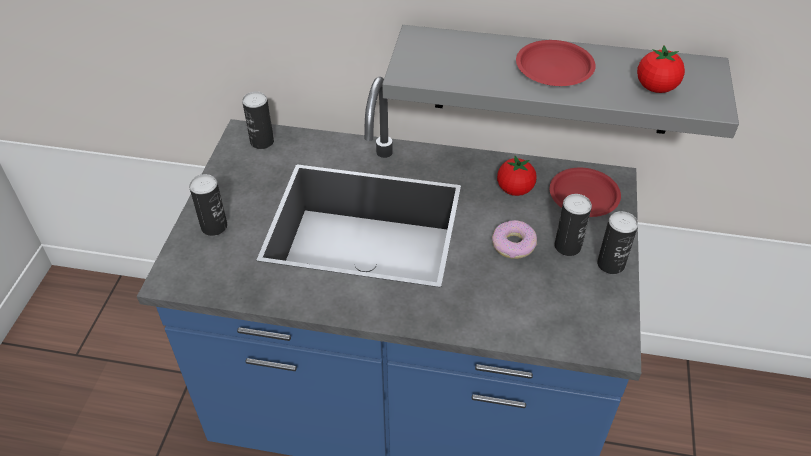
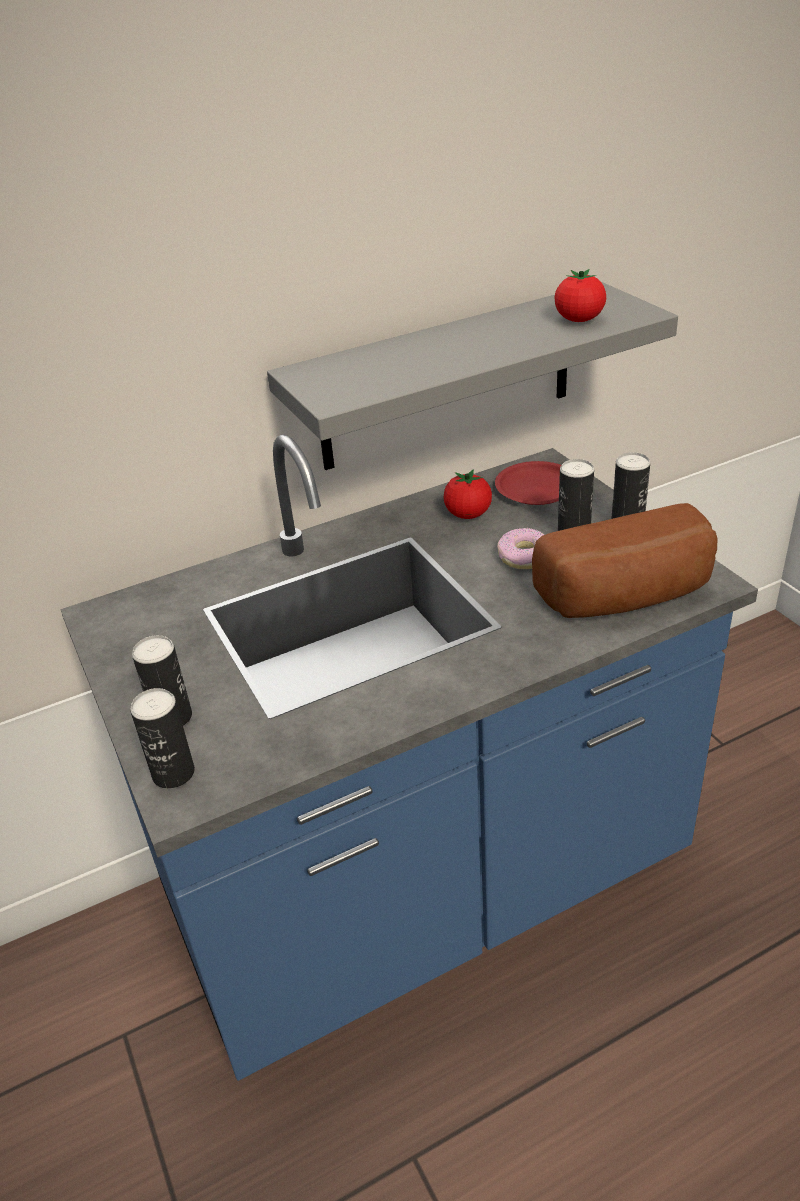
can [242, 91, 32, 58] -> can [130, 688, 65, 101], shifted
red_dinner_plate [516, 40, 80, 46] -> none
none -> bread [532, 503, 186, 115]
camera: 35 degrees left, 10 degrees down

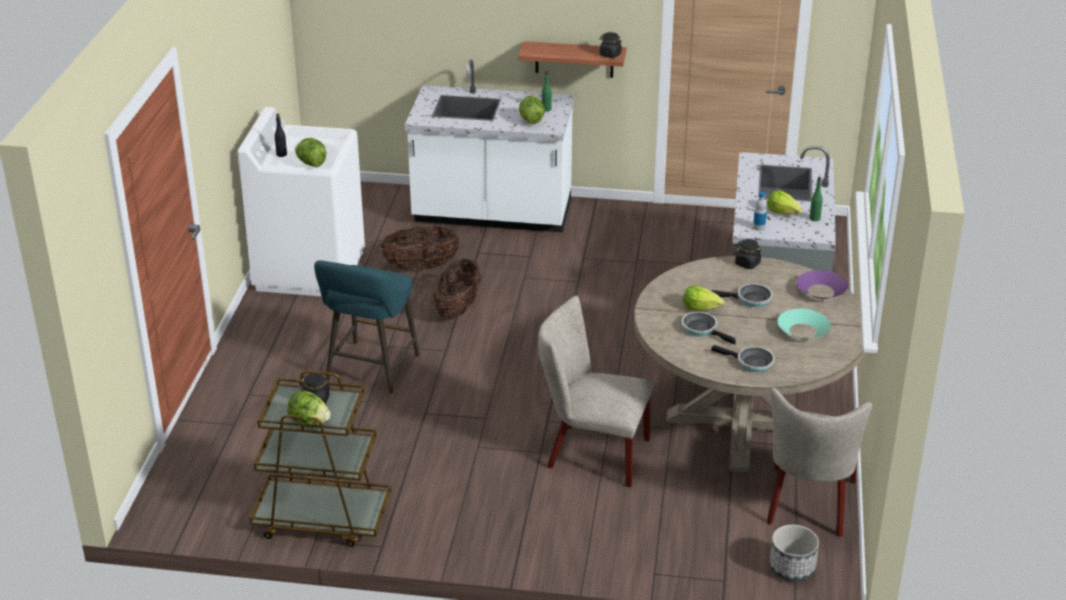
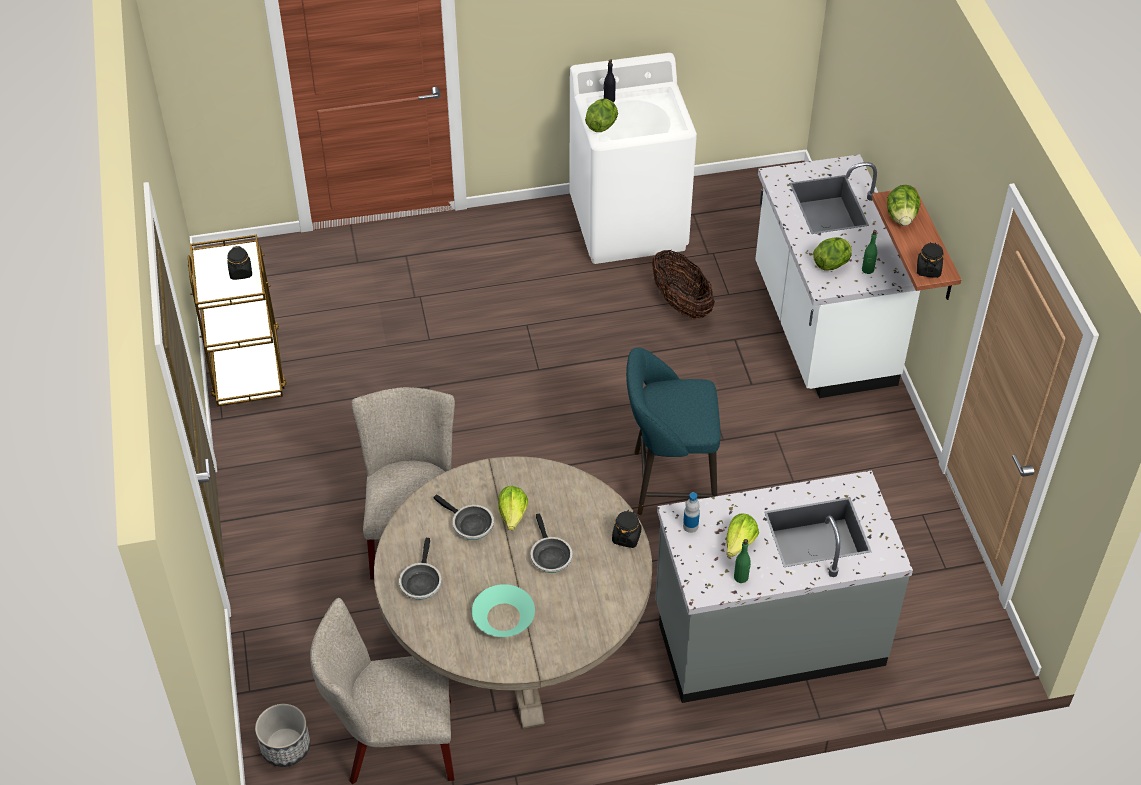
lettuce [287, 391, 44, 34] -> lettuce [887, 185, 34, 41], shifted
turquoise_sitting_stool [314, 260, 105, 134] -> turquoise_sitting_stool [626, 348, 95, 167], shifted
storage_basket [433, 258, 48, 60] -> none
pan [681, 312, 55, 33] -> pan [434, 494, 60, 46], 105 degrees clockwise
purple_bowl [797, 270, 51, 29] -> none
camera: 70 degrees right, 15 degrees up

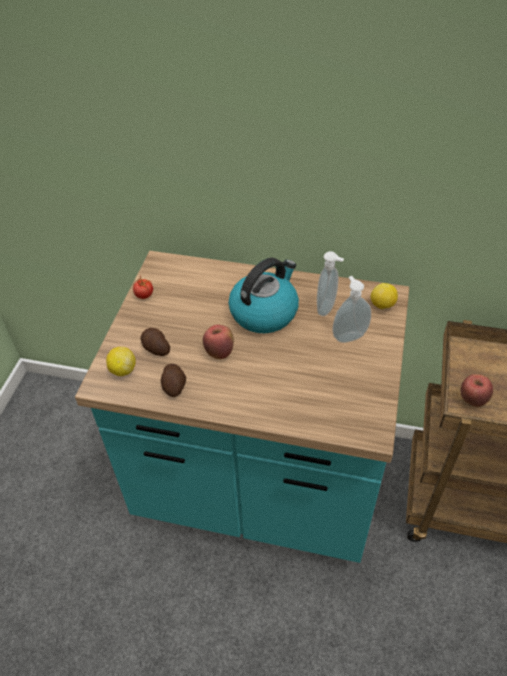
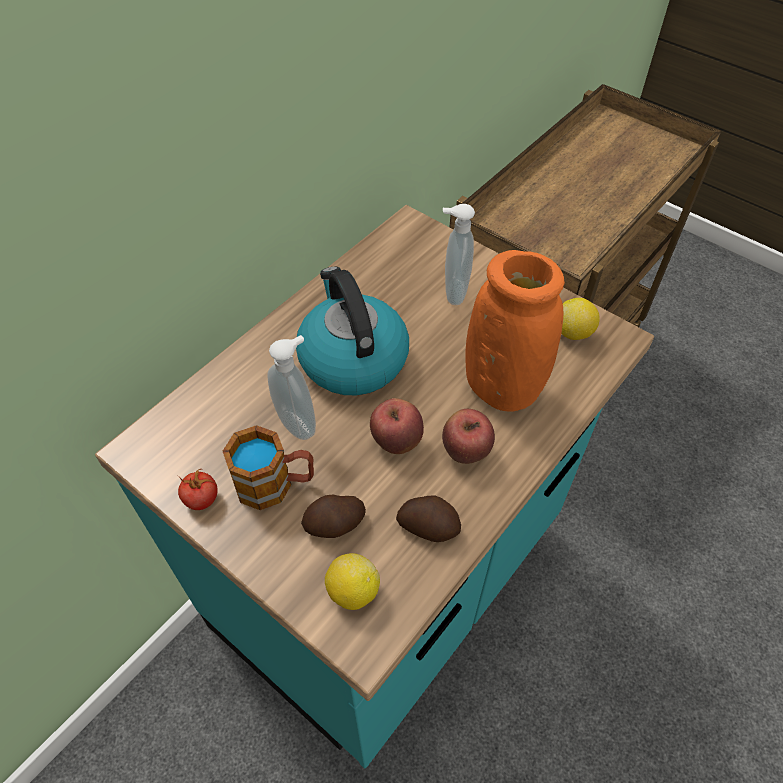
soap_bottle [317, 251, 27, 65] -> soap_bottle [267, 335, 49, 105], shifted
whole_lemon [371, 283, 27, 26] -> whole_lemon [561, 298, 39, 42], shifted
apple_fruit [460, 374, 33, 33] -> apple_fruit [442, 409, 53, 55], shifted
none -> mug [223, 425, 91, 85]
none -> orangey_vase [465, 250, 100, 162]
camera: 65 degrees left, 5 degrees up

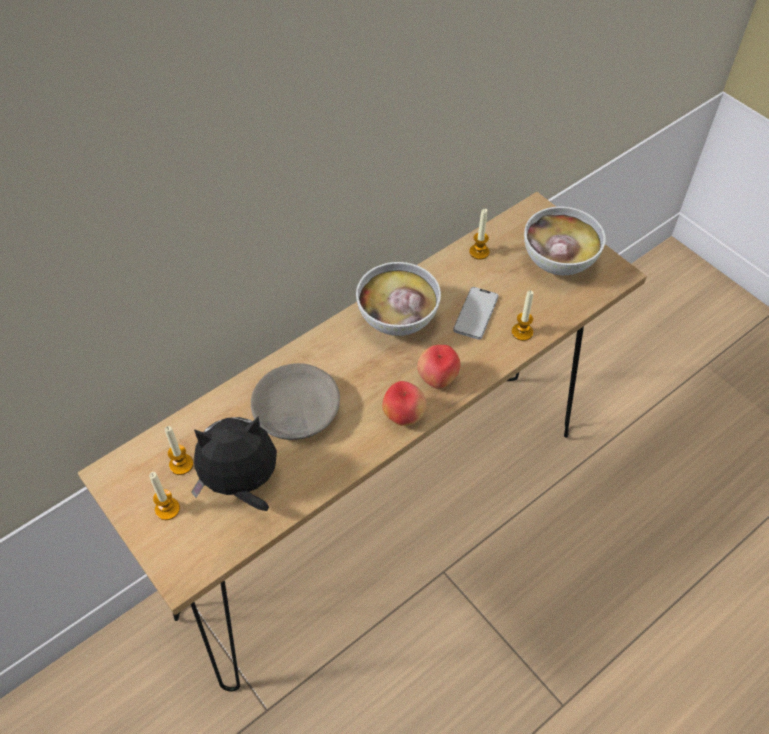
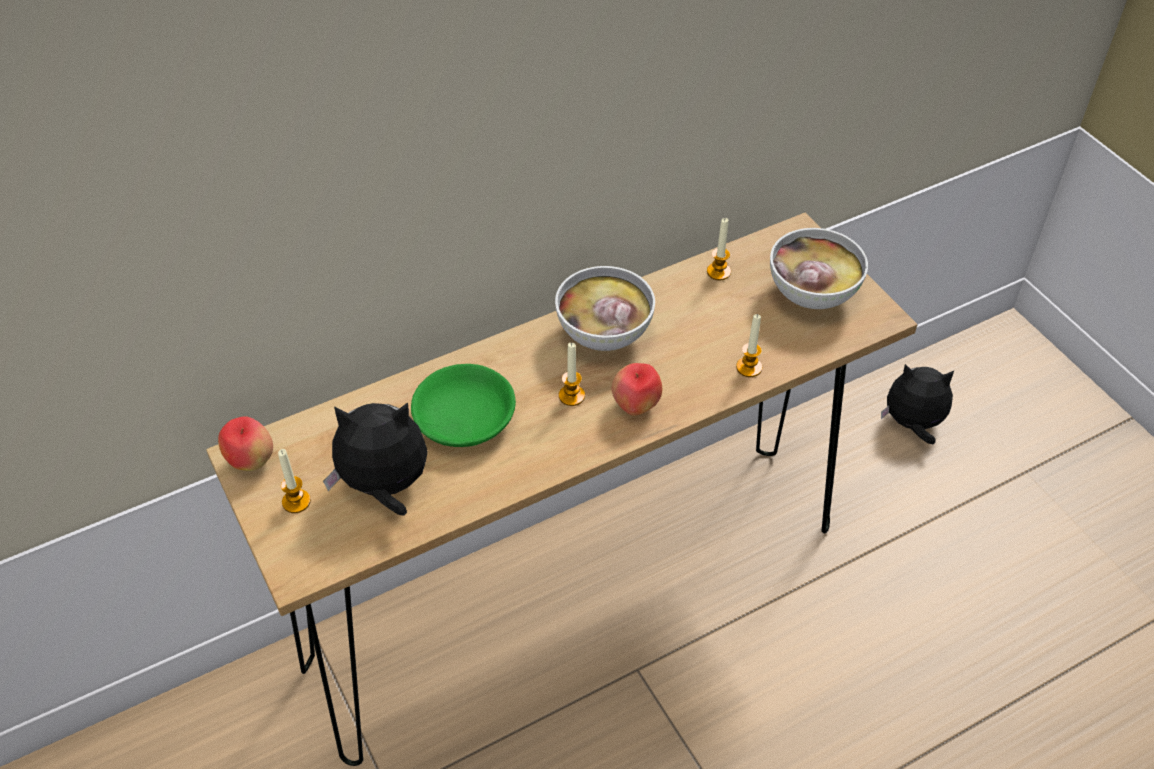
wax_candle [165, 426, 28, 49] -> wax_candle [559, 343, 26, 63], shifted
gray_bowl [251, 363, 89, 77] -> green-coloured_bowl [411, 364, 105, 83]
apple_fruit [382, 381, 45, 45] -> apple_fruit [218, 416, 55, 55], shifted
phone [453, 287, 46, 53] -> none
none -> soft_toy [881, 364, 73, 80]
camera: 10 degrees right, 5 degrees down

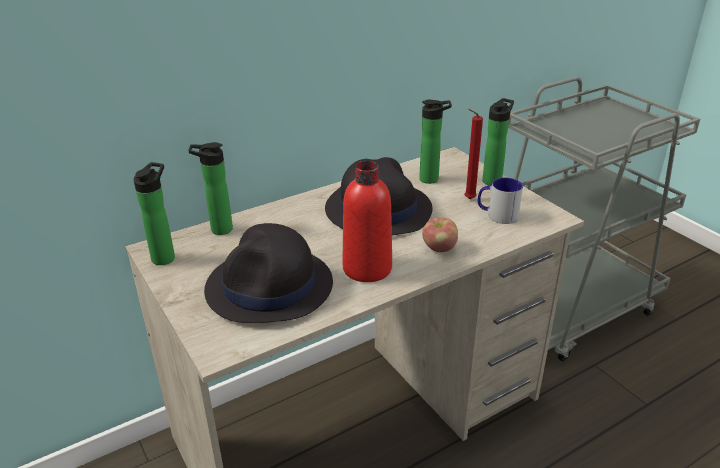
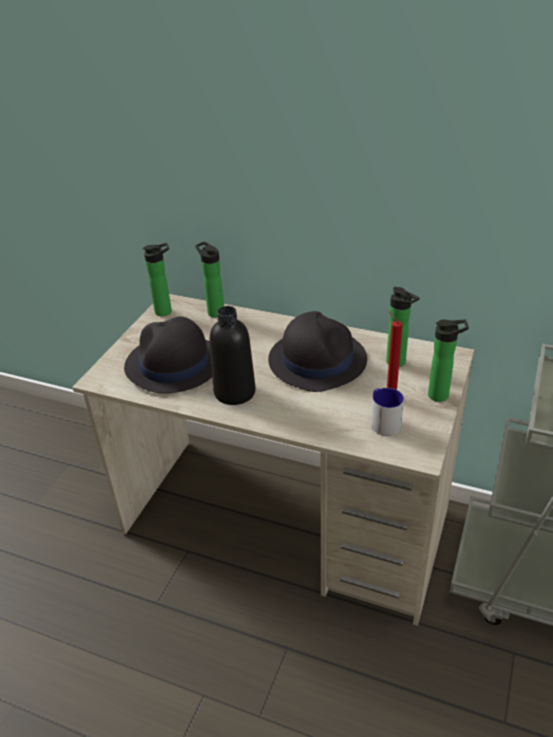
red_bottle [343, 161, 49, 121] -> black-coloured_bottle [210, 306, 46, 99]
apple_fruit [422, 217, 36, 35] -> none
camera: 55 degrees right, 5 degrees up

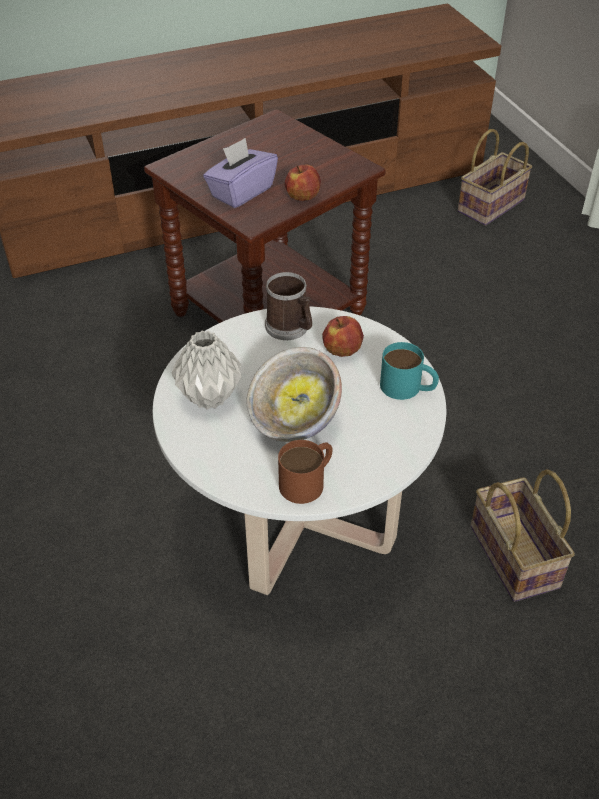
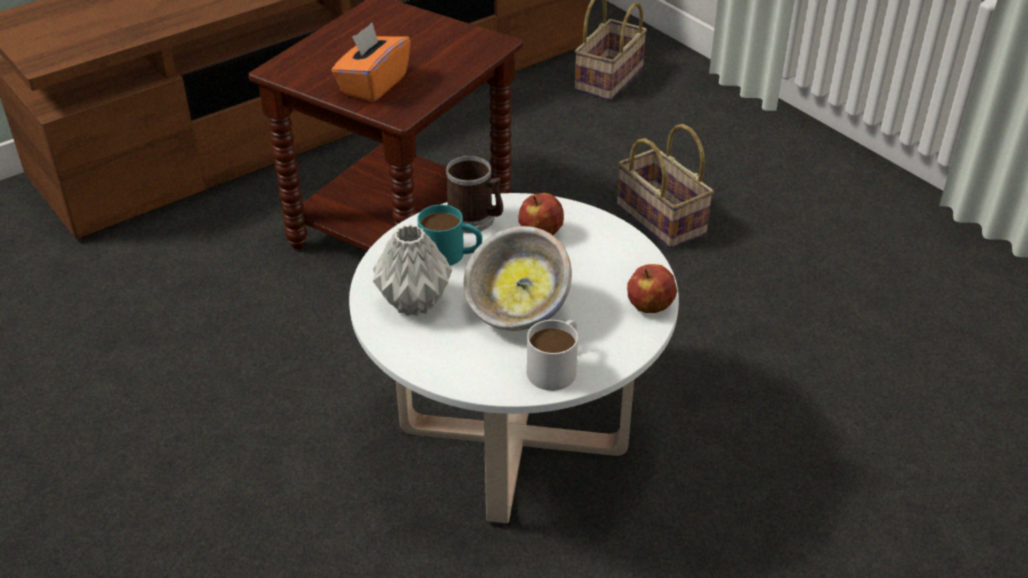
purple_tissue_box [203, 138, 75, 70] -> orangey_tissue_box [332, 23, 79, 79]
brown-coloured_mug [278, 440, 54, 64] -> white-coloured_mug [527, 320, 51, 71]
apple_fruit [285, 165, 36, 36] -> apple_fruit [627, 264, 50, 49], shifted
turquoise_mug [380, 342, 59, 58] -> turquoise_mug [417, 205, 65, 61], shifted
storage_basket [471, 469, 104, 133] -> storage_basket [617, 124, 97, 125], shifted
camera: 15 degrees left, 5 degrees down

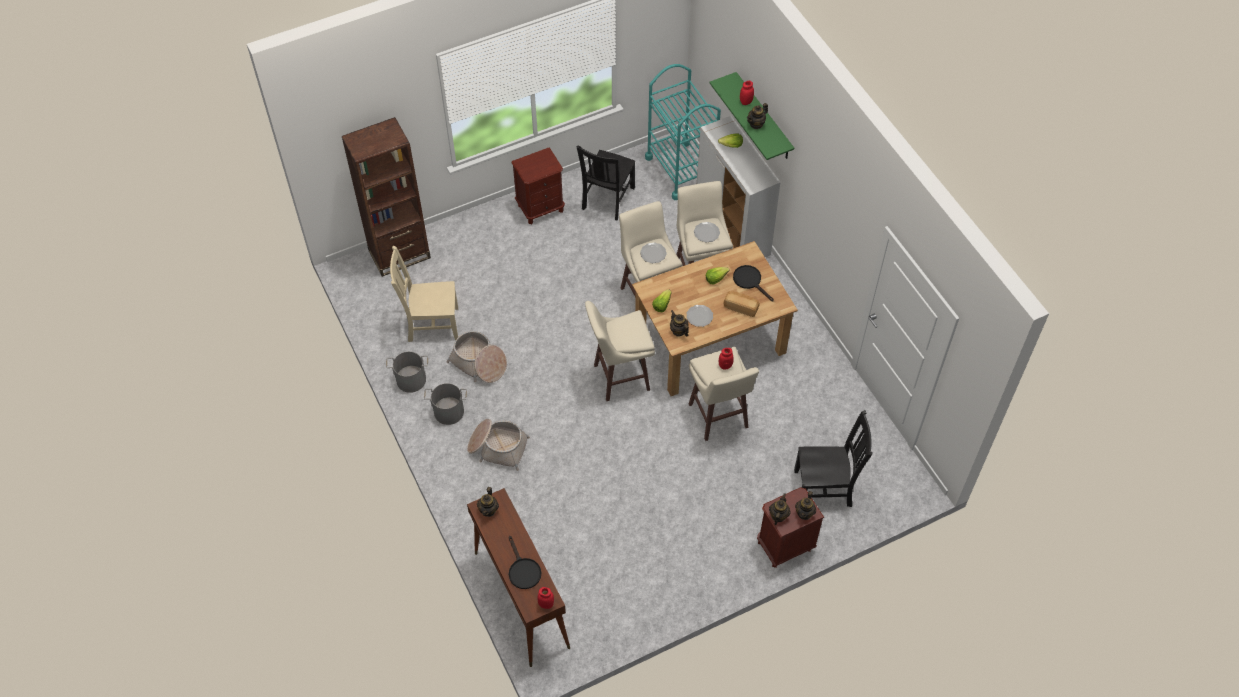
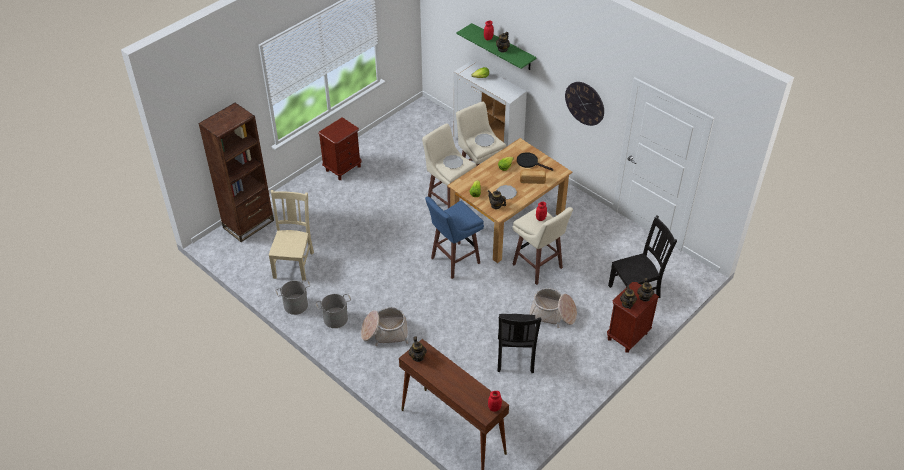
beige_plain_chair [390, 246, 68, 96] -> beige_plain_chair [269, 190, 45, 91], 120 degrees clockwise
storage_basket [447, 331, 60, 52] -> storage_basket [530, 288, 47, 40], shifted
black-coloured_pan [509, 536, 32, 53] -> none
black-coloured_plain_chair [576, 145, 59, 75] -> black-coloured_plain_chair [497, 314, 44, 59], shifted
beige_sitting_stool [585, 301, 70, 100] -> bluish_sitting_stool [425, 197, 59, 82]
turquoise_trolley [645, 64, 76, 136] -> none
none -> hanging_clock [565, 82, 39, 44]
camera: 20 degrees left, 10 degrees down

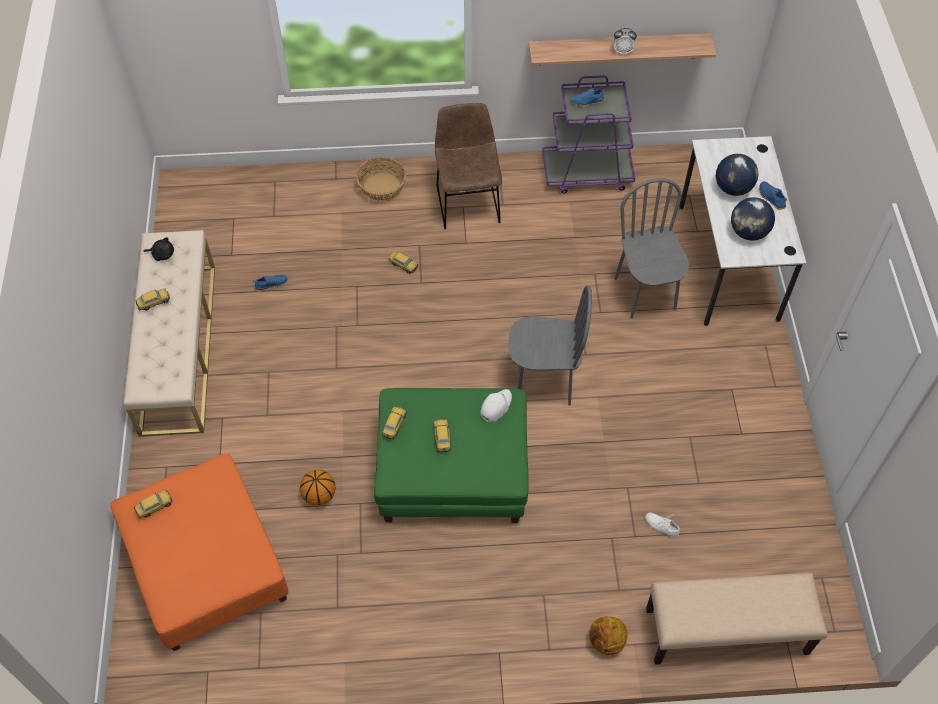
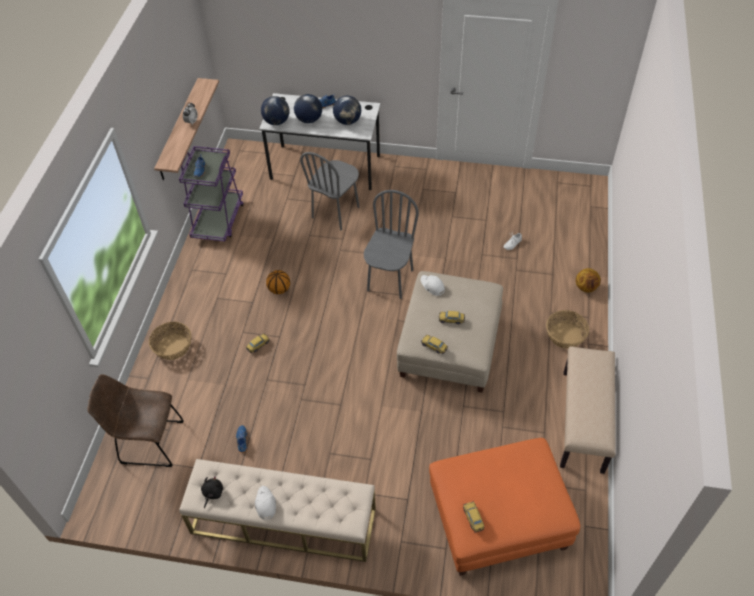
model_car [135, 289, 35, 22] -> white-coloured_peaked_cap [255, 486, 21, 34]
basketball [300, 470, 36, 36] -> basketball [266, 270, 24, 24], shifted
green-coloured_ottoman [374, 388, 155, 135] -> beige_ottoman [397, 271, 106, 122]
brown-coloured_plain_chair [435, 103, 67, 126] -> brown-coloured_plain_chair [87, 375, 97, 92], shifted
gray_plain_chair [614, 178, 75, 141] -> gray_plain_chair [300, 152, 59, 78], 60 degrees counterclockwise
beige_indoor_bench [646, 573, 181, 92] -> beige_indoor_bench [560, 346, 56, 128], shifted
none -> globe [261, 96, 28, 29]
none -> storage_basket [546, 310, 43, 39]
camera: 75 degrees left, 5 degrees down

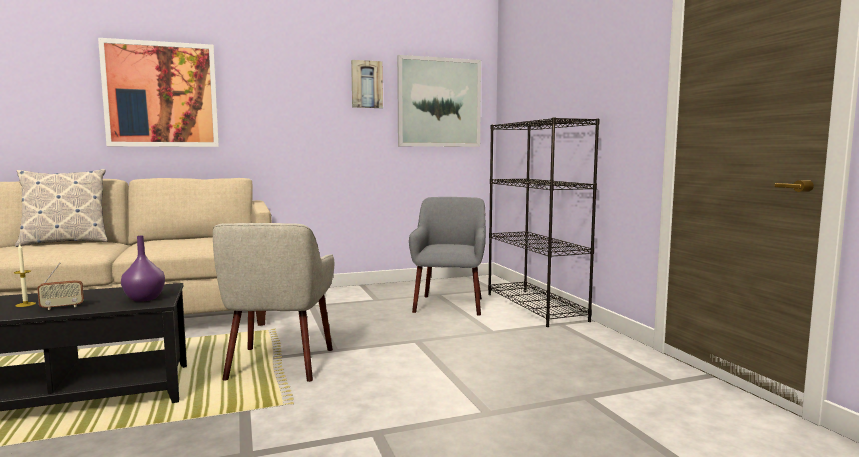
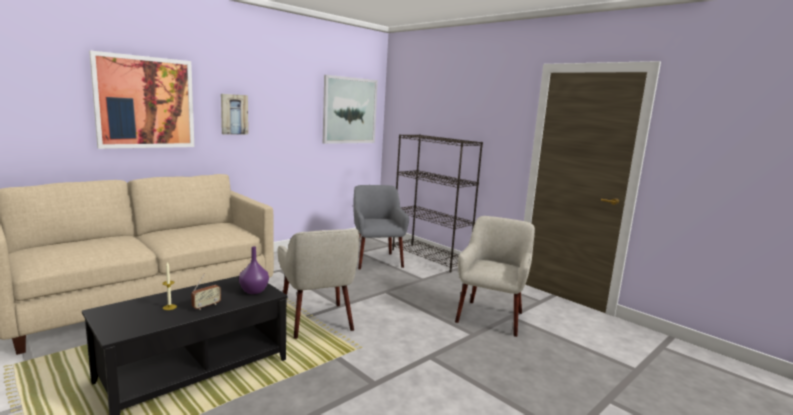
throw_pillow [15, 169, 92, 78] -> none
wall_art [351, 60, 32, 48] -> wall_art [221, 94, 27, 40], shifted
none -> beige_armchair [455, 216, 80, 121]
camera: 25 degrees left, 5 degrees up

